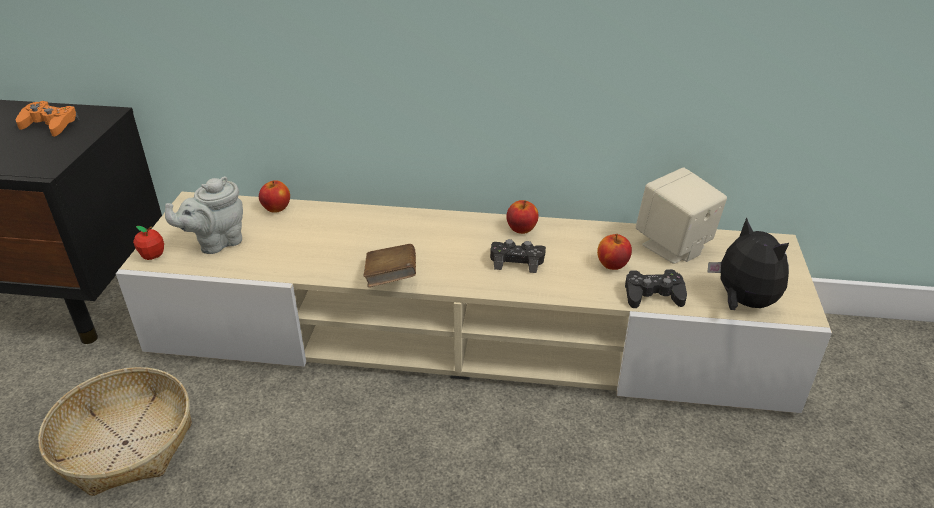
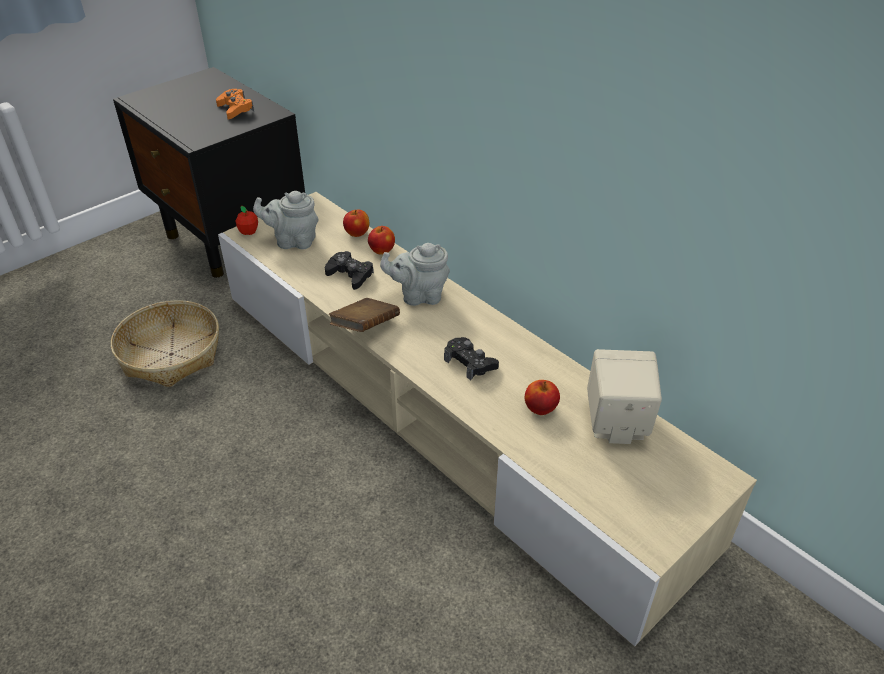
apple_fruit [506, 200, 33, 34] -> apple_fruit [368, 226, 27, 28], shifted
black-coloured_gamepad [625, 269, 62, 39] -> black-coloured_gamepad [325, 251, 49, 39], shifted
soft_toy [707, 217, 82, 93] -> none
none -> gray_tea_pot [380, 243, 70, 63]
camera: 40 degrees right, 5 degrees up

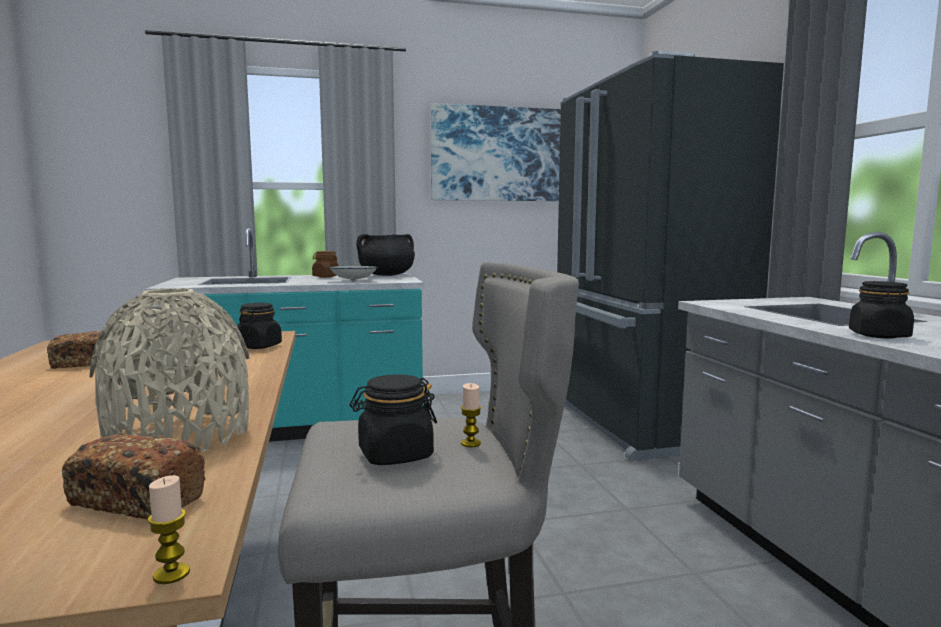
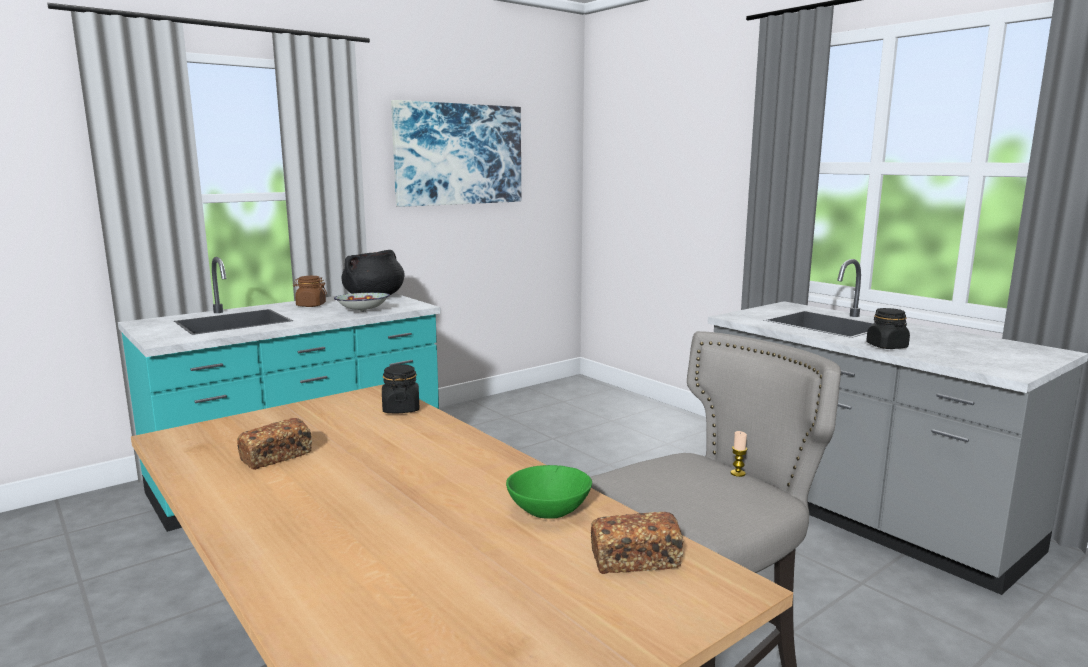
beige_vase [89, 288, 160, 164] -> green-coloured_bowl [506, 465, 86, 54]
wax_candle [148, 475, 42, 109] -> none
black-coloured_storage_jar [350, 374, 87, 91] -> none
black-coloured_kitchen_fridge [557, 51, 227, 409] -> none
camera: 25 degrees left, 5 degrees up

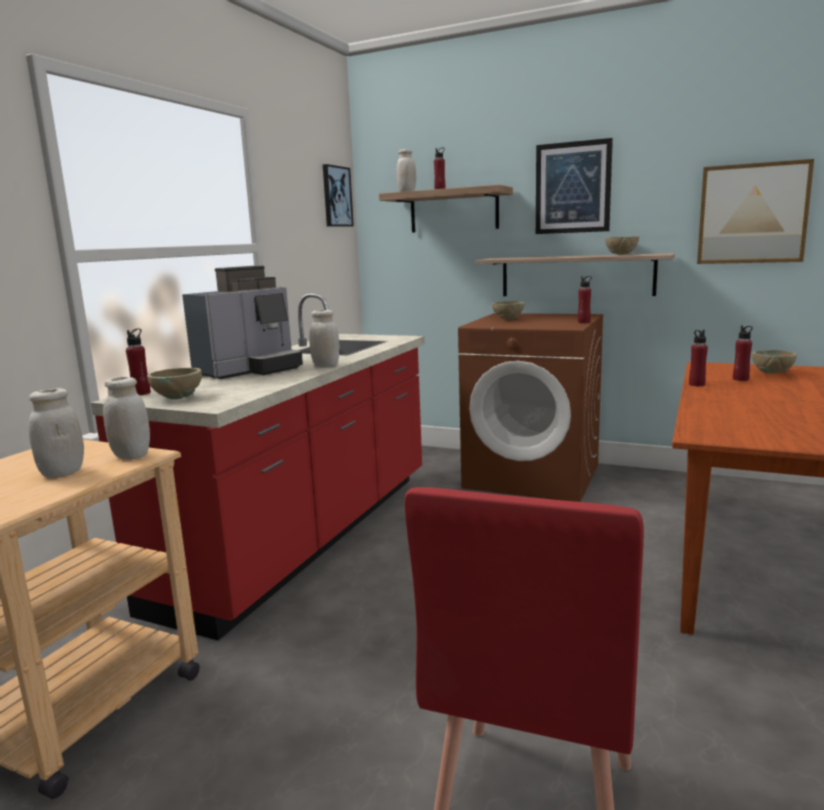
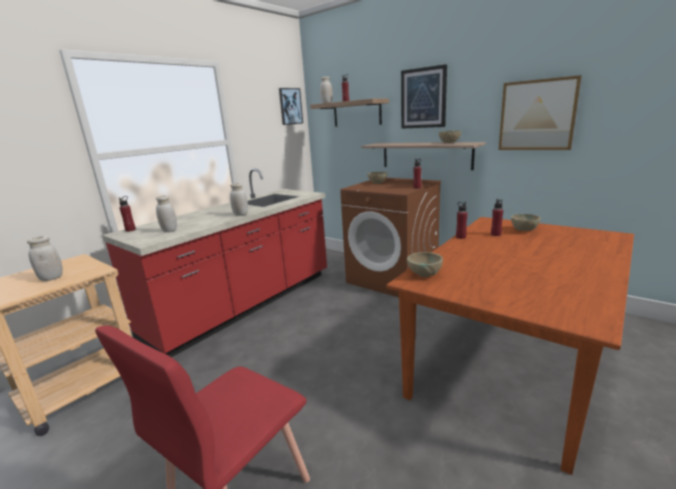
white-coloured_storage_jar [103, 377, 47, 82] -> white-coloured_storage_jar [156, 196, 21, 36], shifted
beige_bowl [147, 368, 55, 31] -> beige_bowl [407, 252, 36, 25], shifted
coffee_machine [182, 266, 121, 113] -> none
camera: 15 degrees right, 5 degrees up

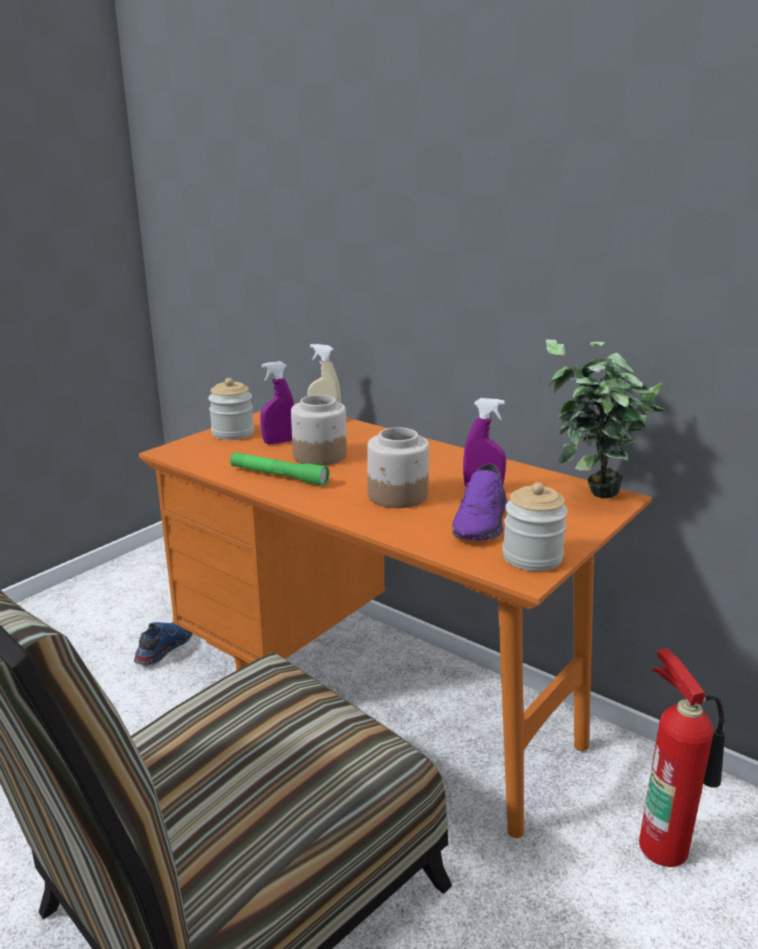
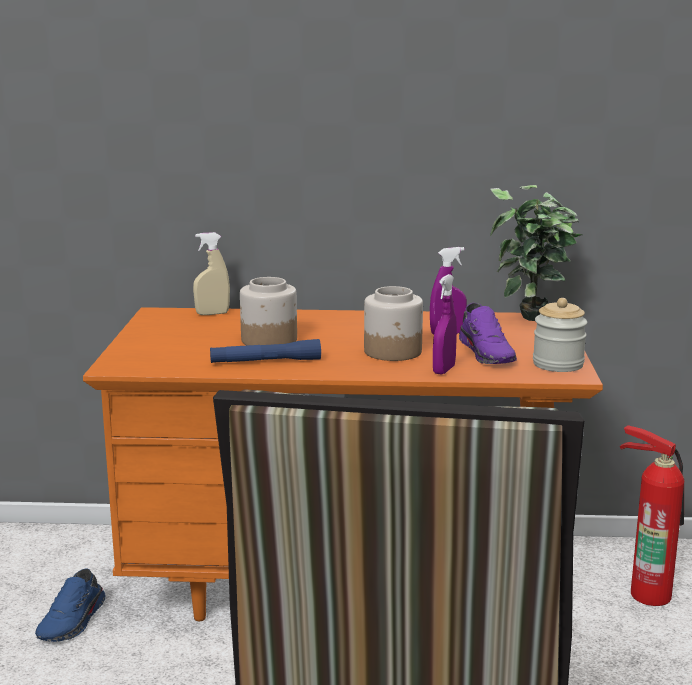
bluish_item_of_footwear [134, 622, 59, 44] -> bluish_item_of_footwear [35, 568, 71, 74], 150 degrees counterclockwise
storage_jar [208, 378, 46, 62] -> none
green-coloured_flashlight [230, 452, 99, 34] -> bluish_flashlight [210, 339, 111, 24]
purple_hand_sprayer [260, 361, 34, 83] -> purple_hand_sprayer [433, 274, 24, 101], shifted
camera: 35 degrees left, 5 degrees down

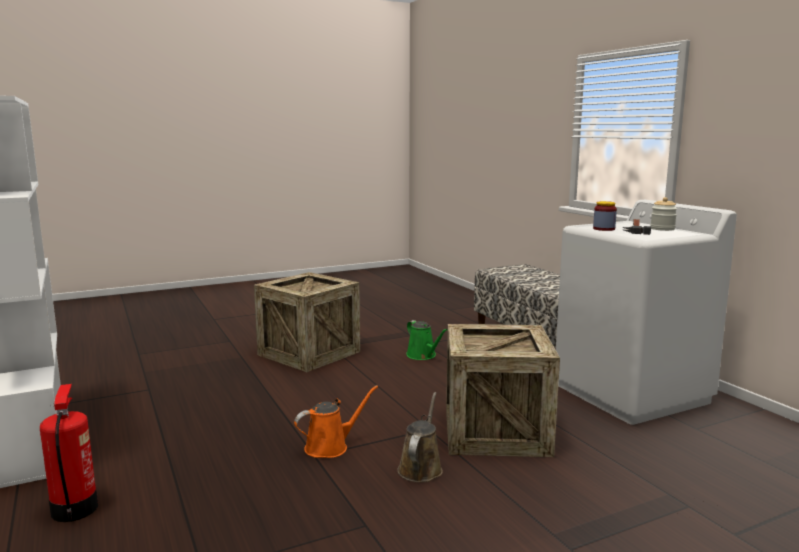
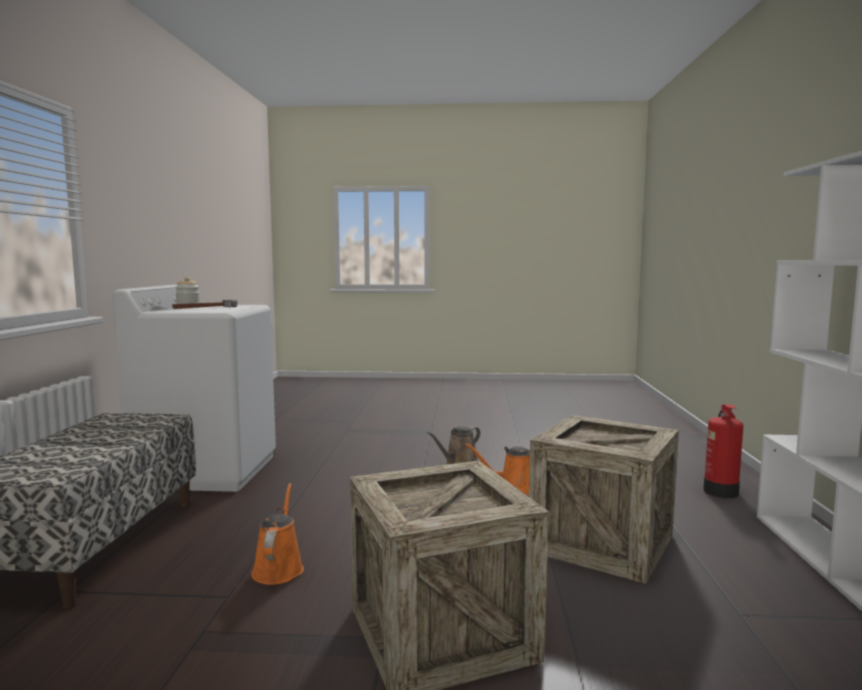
green-coloured_sprinkling_can [406, 320, 41, 40] -> orangey_sprinkling_can [251, 483, 53, 102]
crate [446, 324, 114, 133] -> crate [529, 415, 150, 169], shifted
storage_jar [593, 201, 24, 30] -> none
camera: 150 degrees left, 5 degrees down

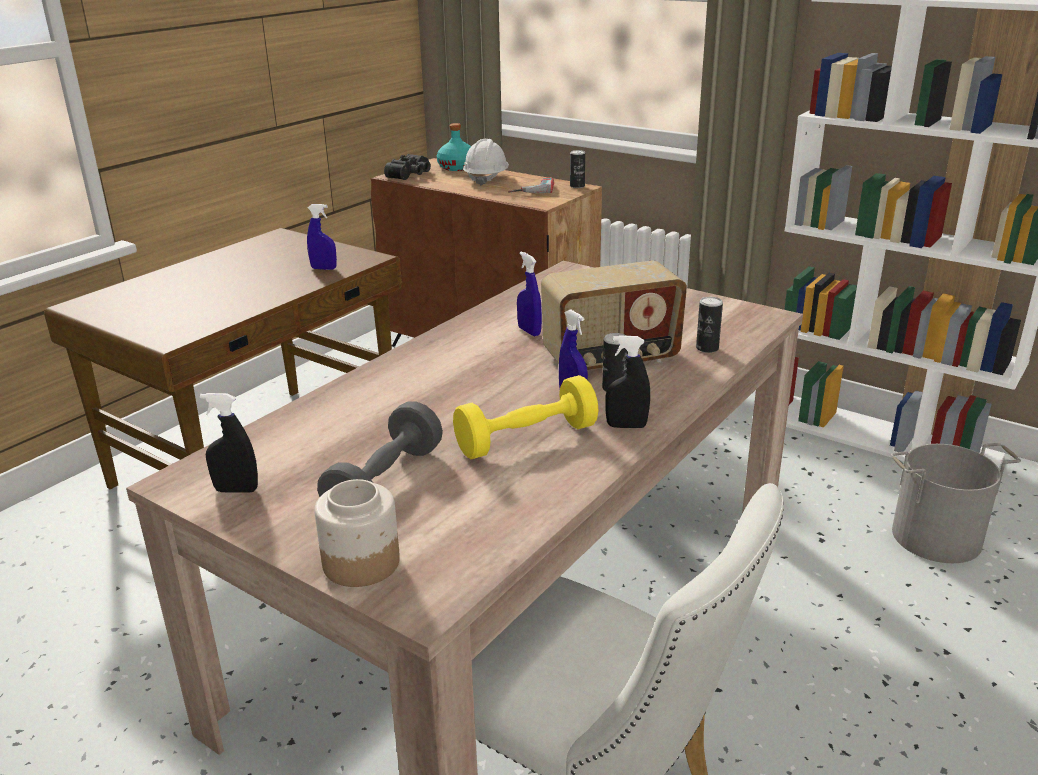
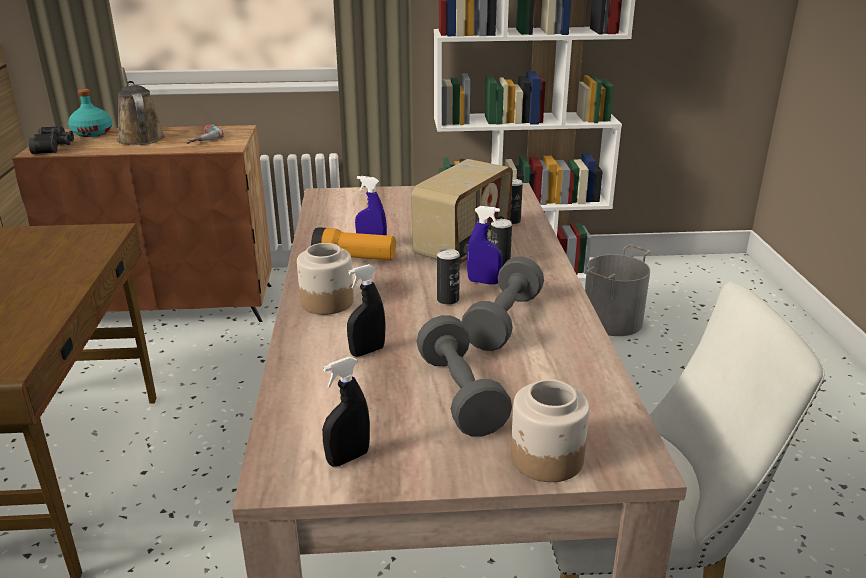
bluish_hand_sprayer [307, 204, 30, 66] -> none
yellow-coloured_dumbbell [453, 375, 146, 84] -> gray_dumbbell [461, 257, 83, 94]
white-coloured_work_helmet [463, 139, 46, 47] -> brown-coloured_sprinkling_can [117, 67, 48, 78]
can [570, 150, 15, 38] -> can [437, 249, 23, 56], shifted
black-coloured_hand_sprayer [605, 335, 45, 93] -> black-coloured_hand_sprayer [347, 264, 38, 93], shifted
none -> storage_jar [297, 243, 57, 72]
none -> flashlight [311, 227, 85, 33]
camera: 40 degrees left, 0 degrees up

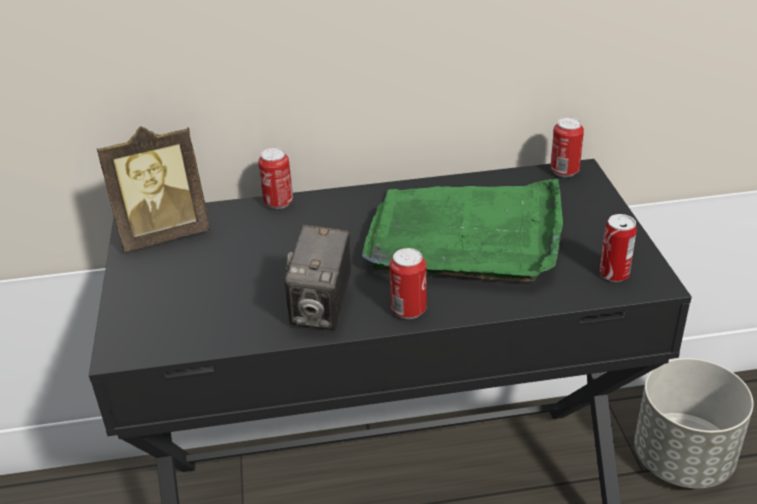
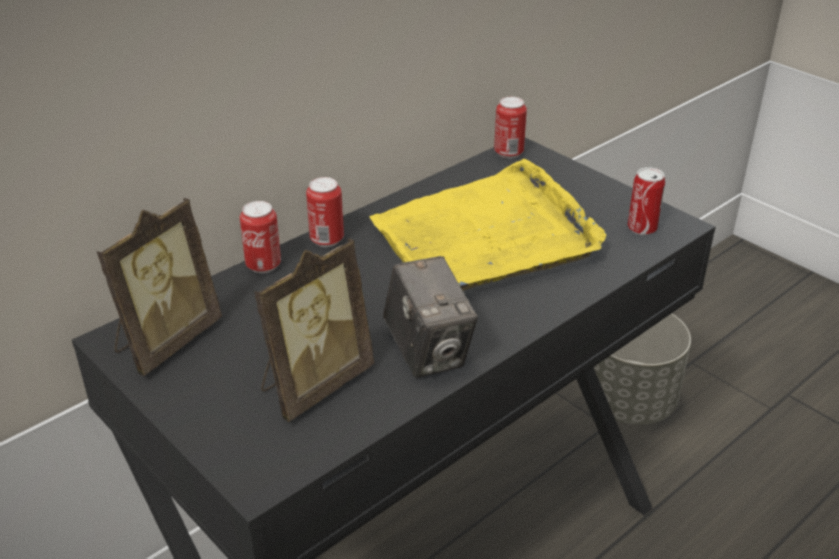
green-coloured_carrying_tray [362, 178, 201, 104] -> yellow-coloured_carrying_tray [369, 159, 237, 132]
can [390, 248, 37, 71] -> can [306, 177, 38, 70], shifted
none -> photo_frame [254, 238, 120, 184]
camera: 35 degrees left, 0 degrees up

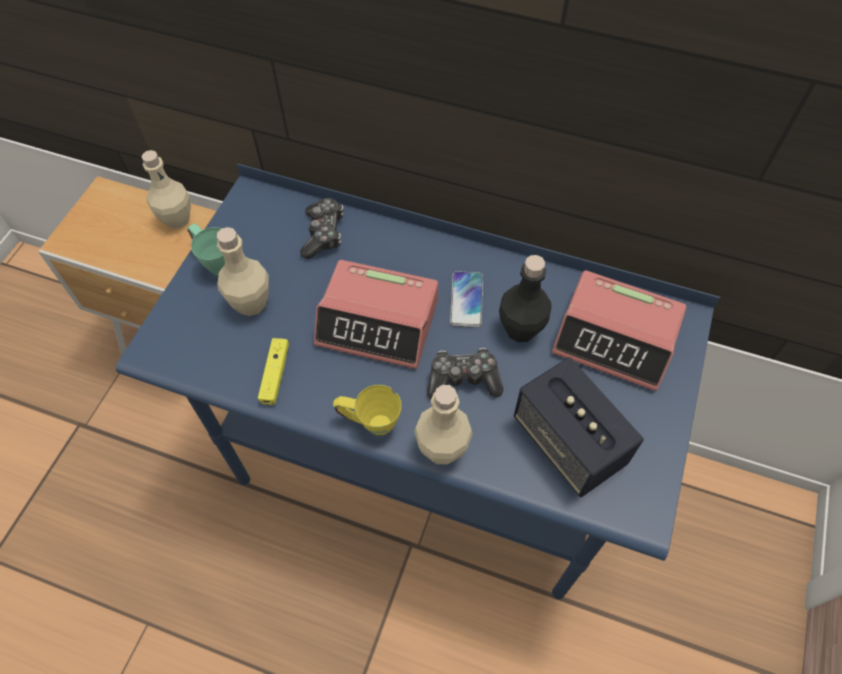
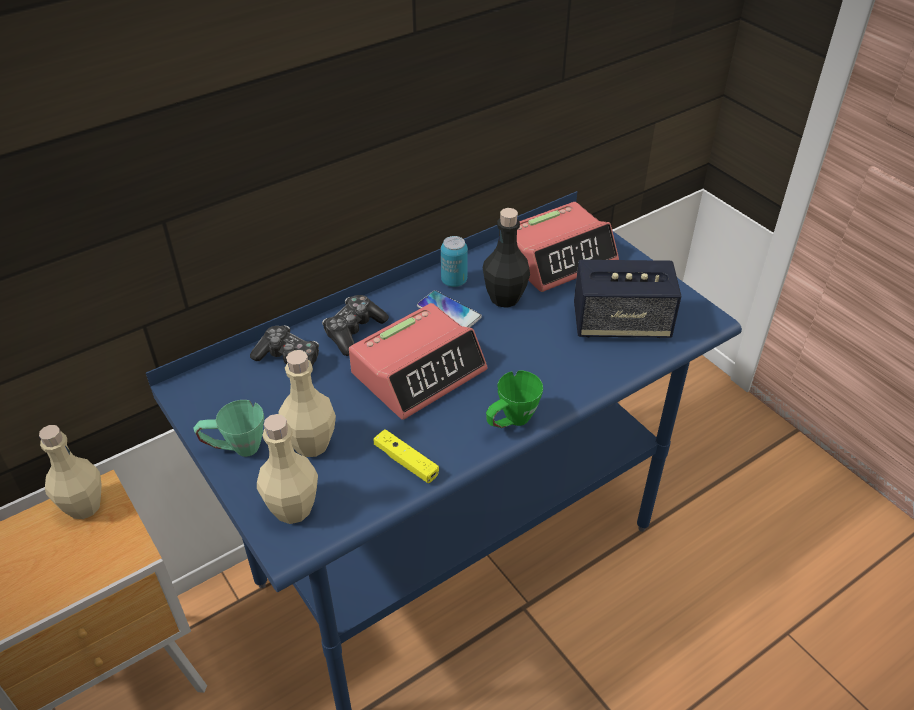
yellow-coloured_mug [333, 385, 69, 50] -> green-coloured_mug [486, 370, 57, 58]
beige_bottle [414, 385, 59, 80] -> beige_bottle [257, 414, 61, 110], shifted
gamepad [427, 348, 76, 51] -> gamepad [322, 295, 67, 61], shifted
none -> can [441, 236, 27, 51]
camera: 55 degrees left, 15 degrees down

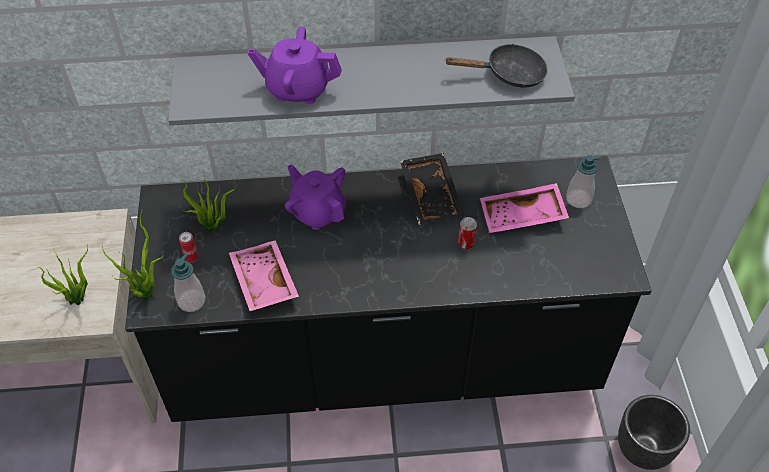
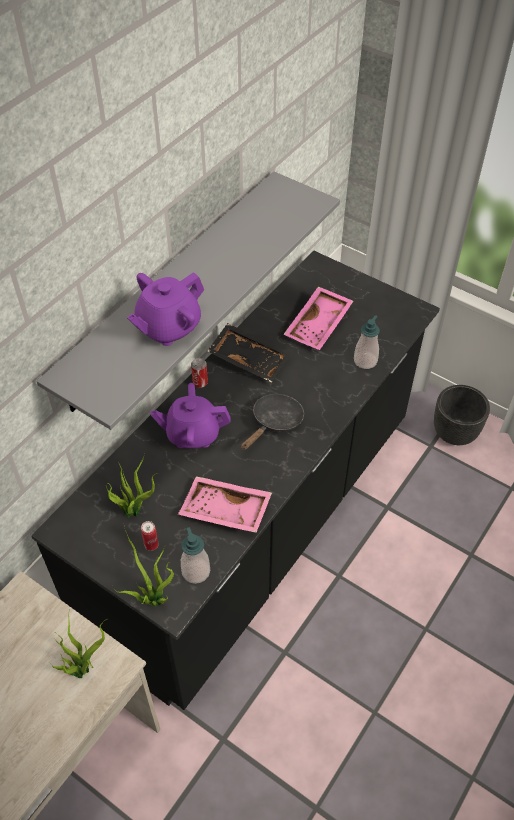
black-coloured_pan [446, 44, 102, 44] -> black-coloured_pan [241, 394, 63, 56], shifted
can [458, 217, 19, 32] -> can [191, 358, 17, 30], shifted
soap_bottle [566, 155, 35, 53] -> soap_bottle [354, 315, 26, 54], shifted
camera: 50 degrees left, 0 degrees up

